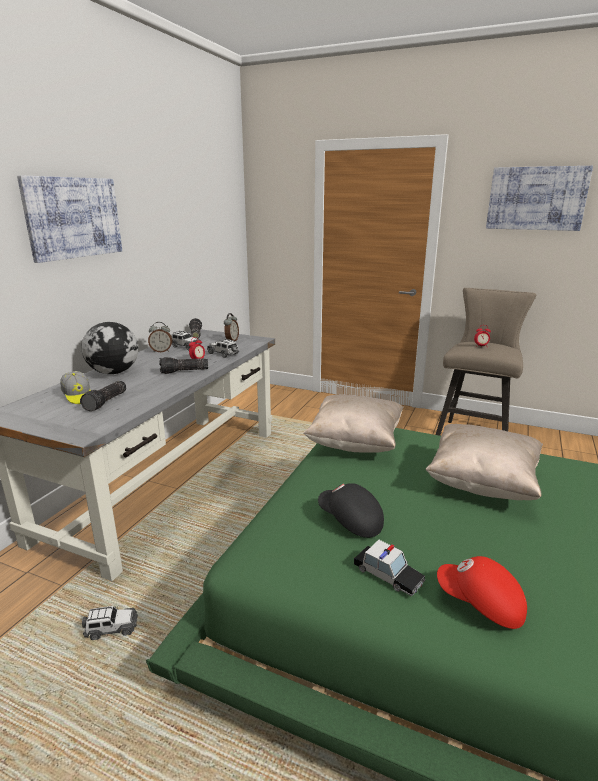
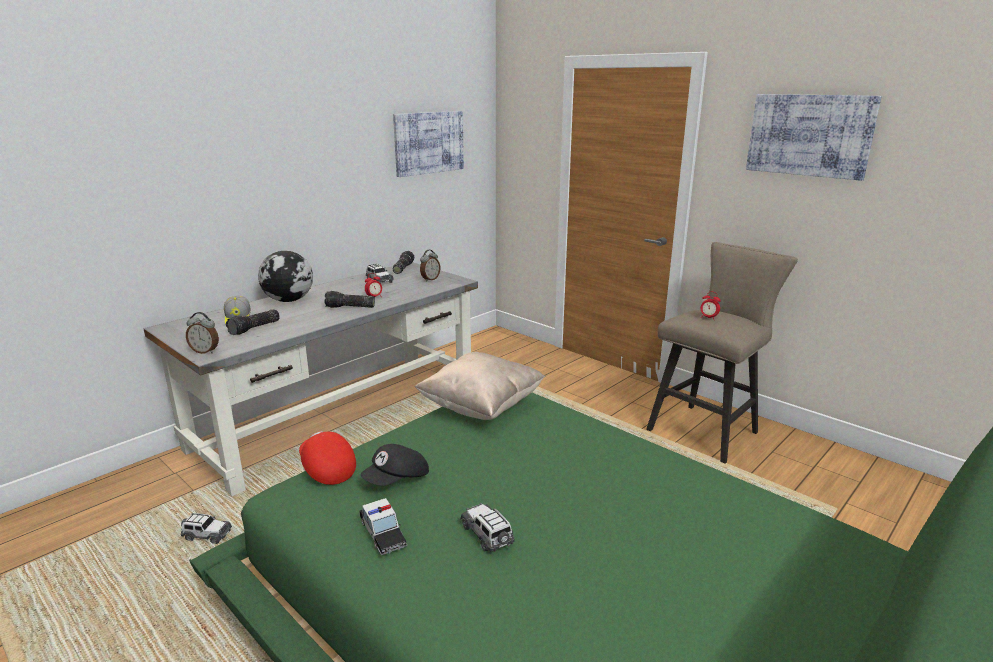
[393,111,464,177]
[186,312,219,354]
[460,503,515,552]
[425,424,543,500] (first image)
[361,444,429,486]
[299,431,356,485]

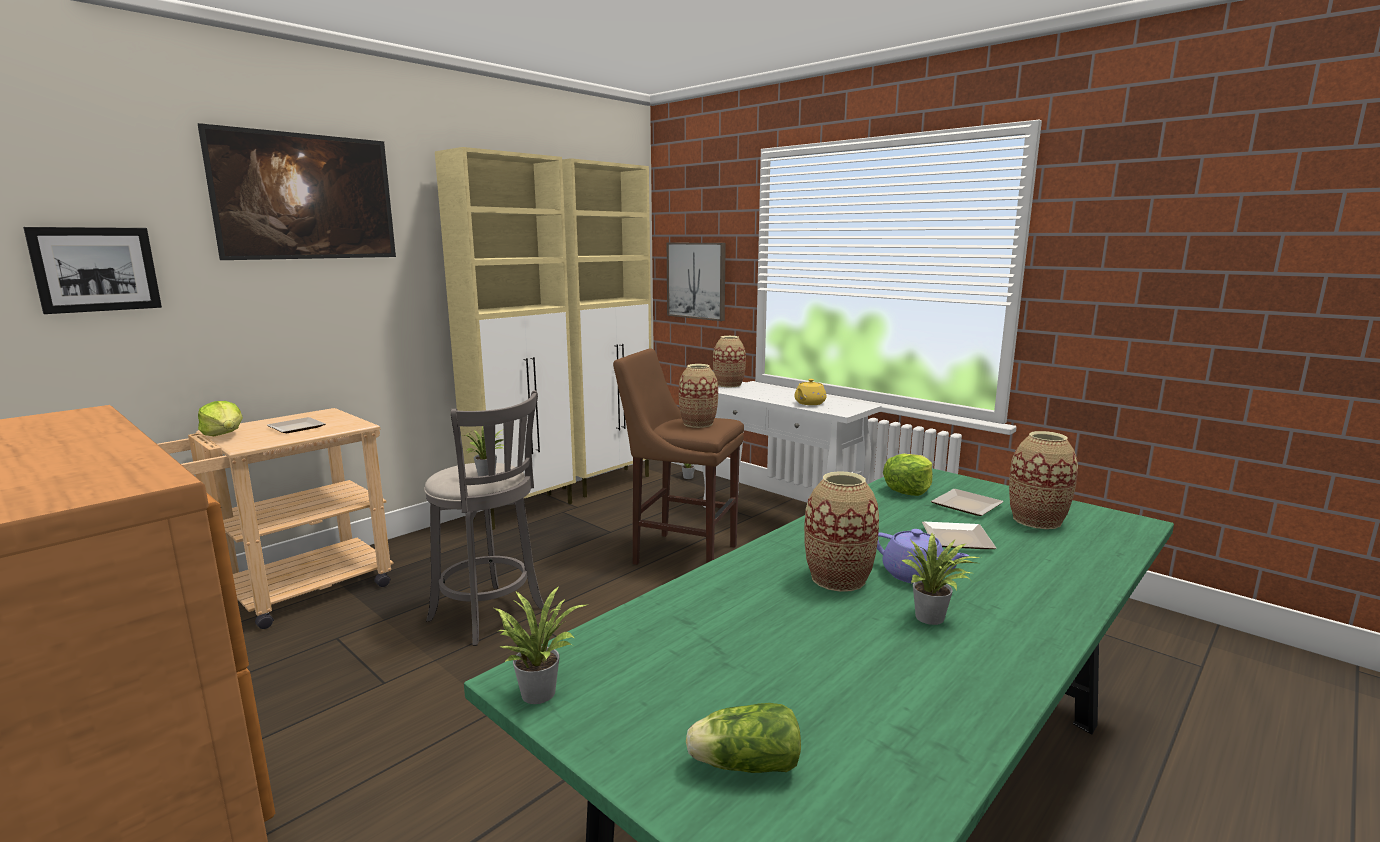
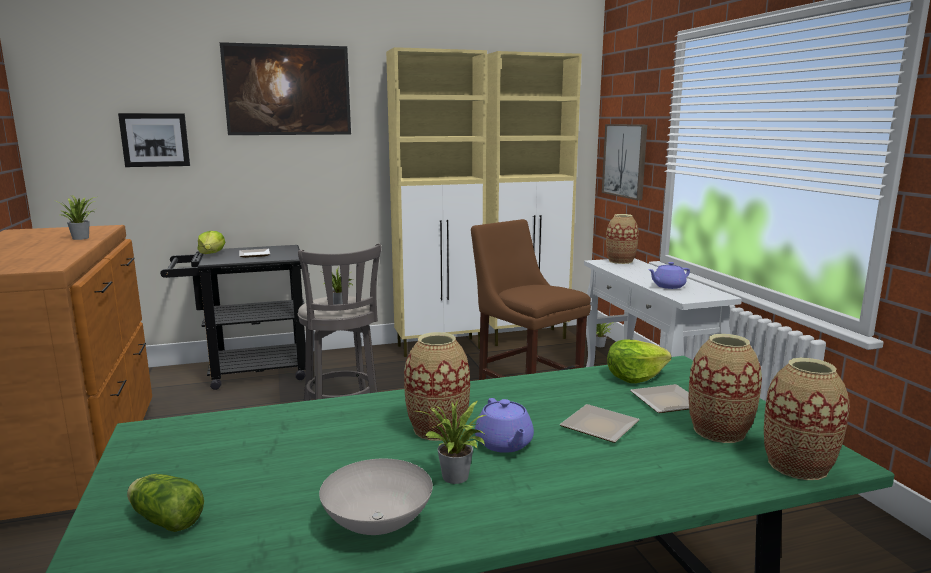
[764,358,850,480]
[648,262,690,289]
[160,245,306,390]
[53,195,95,240]
[319,459,433,535]

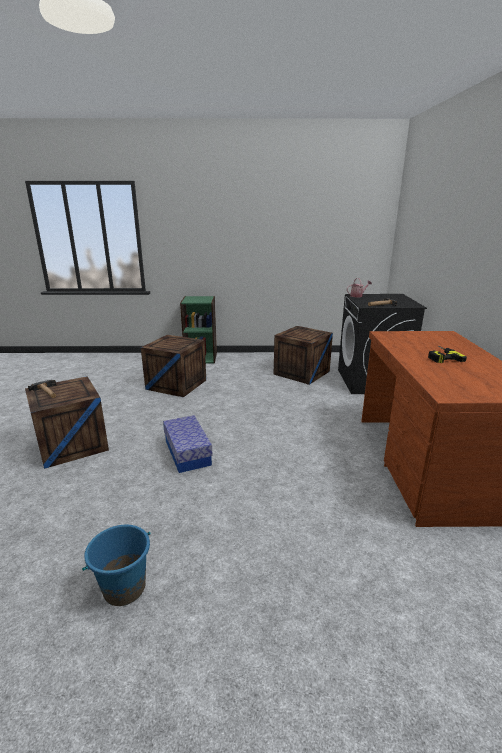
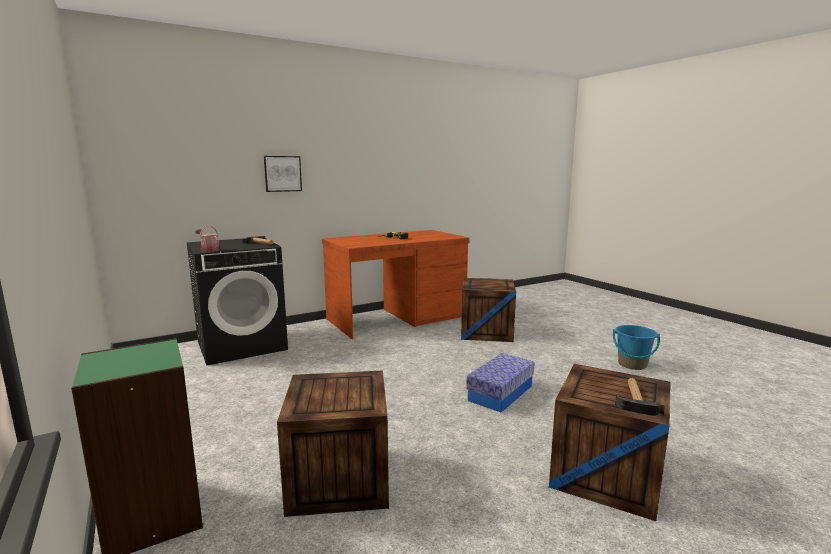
[461,278,516,342]
[264,156,302,192]

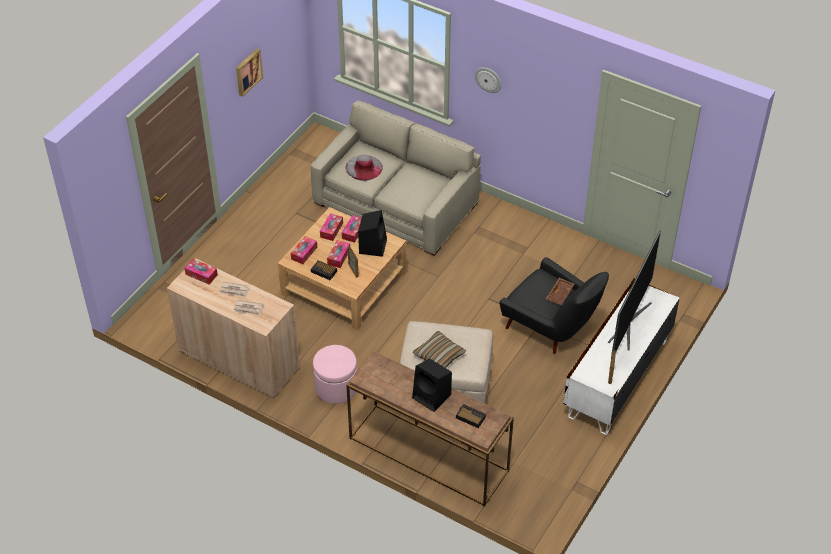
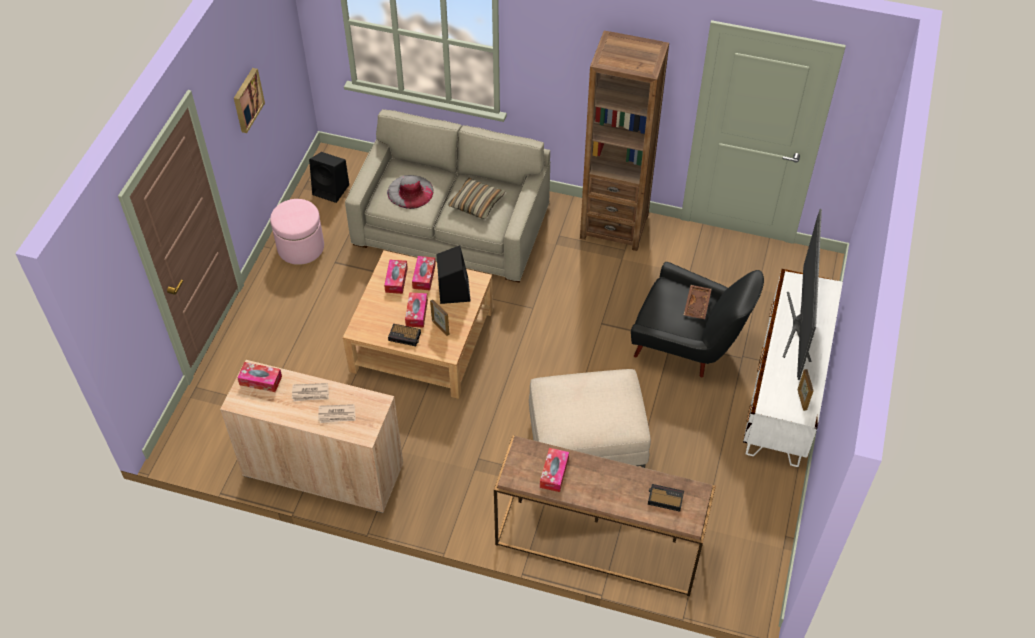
[475,67,502,93] (first image)
[540,448,569,492]
[448,178,505,219]
[270,199,324,265]
[309,152,349,203]
[580,31,669,251]

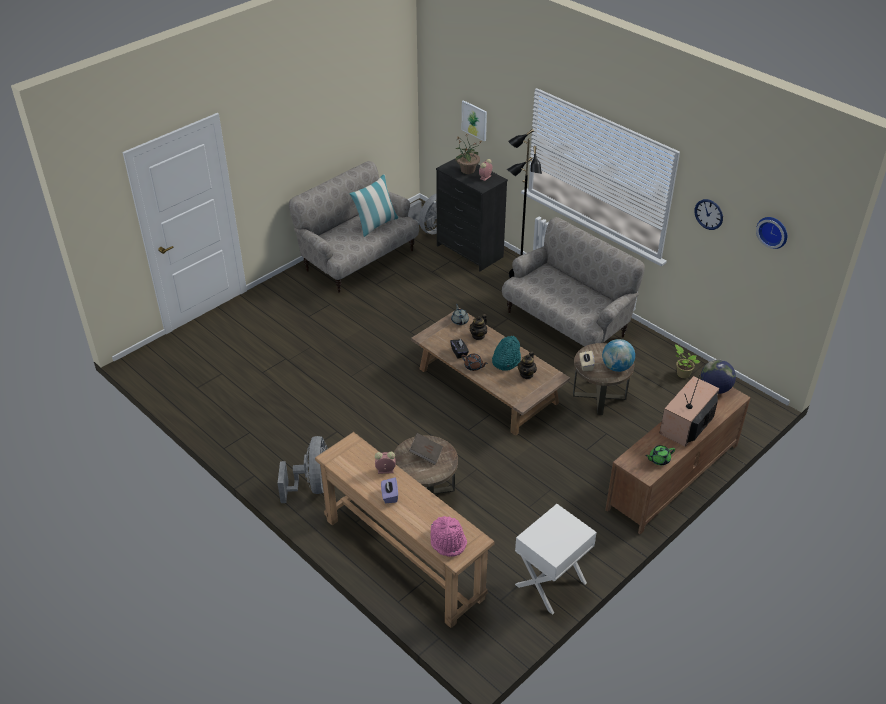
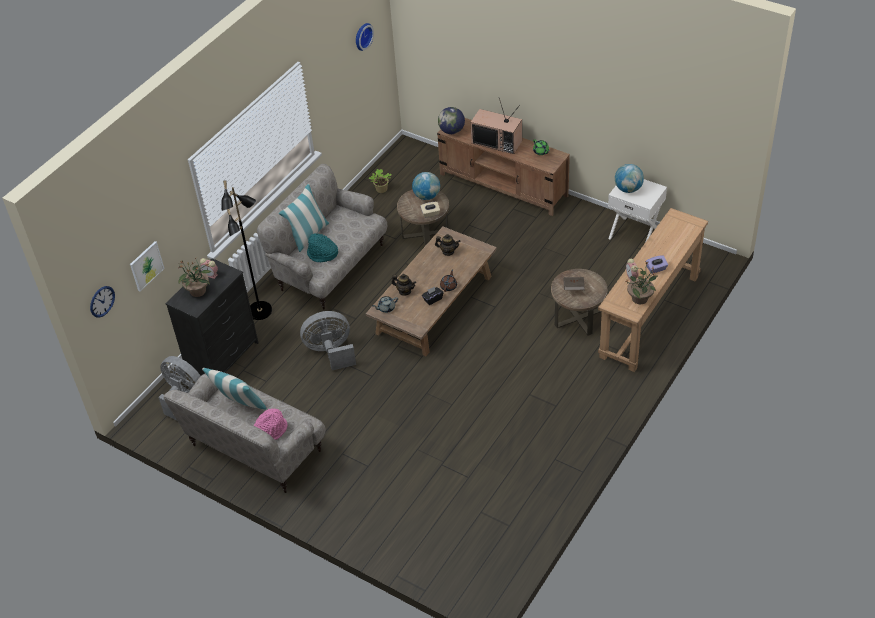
[90,286,115,318]
[307,233,338,262]
[300,311,356,370]
[253,408,288,440]
[615,164,644,193]
[279,183,329,252]
[626,262,658,304]

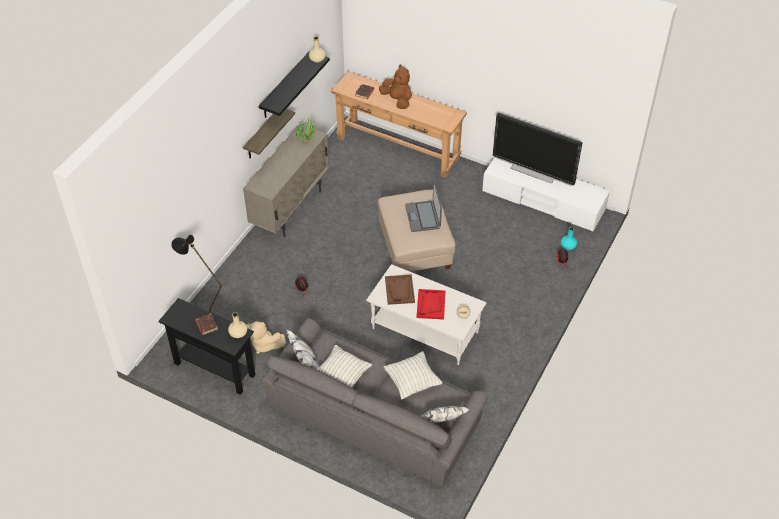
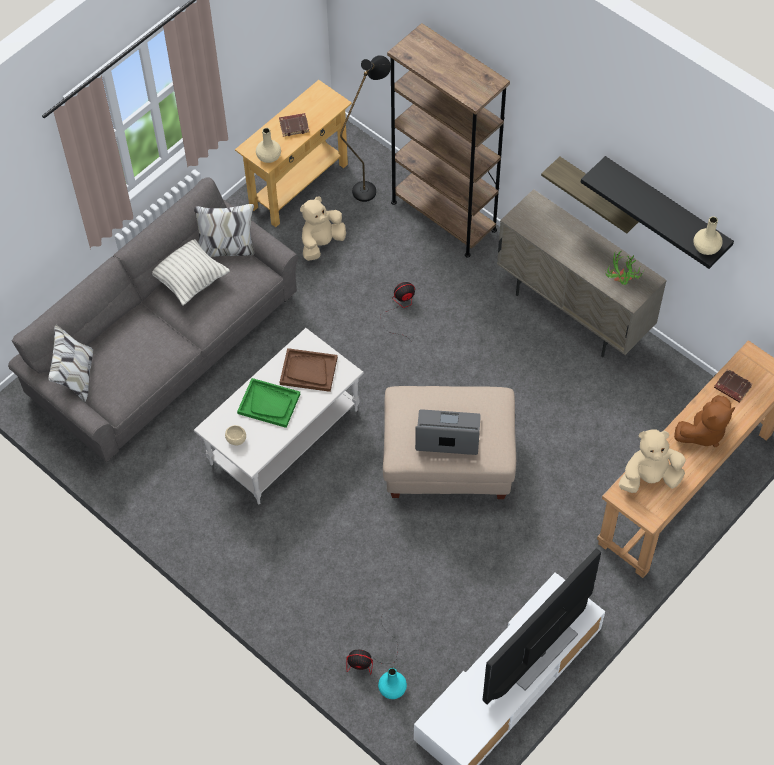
[237,378,300,428]
[235,80,352,227]
[384,351,442,399] (first image)
[387,23,510,258]
[619,429,686,493]

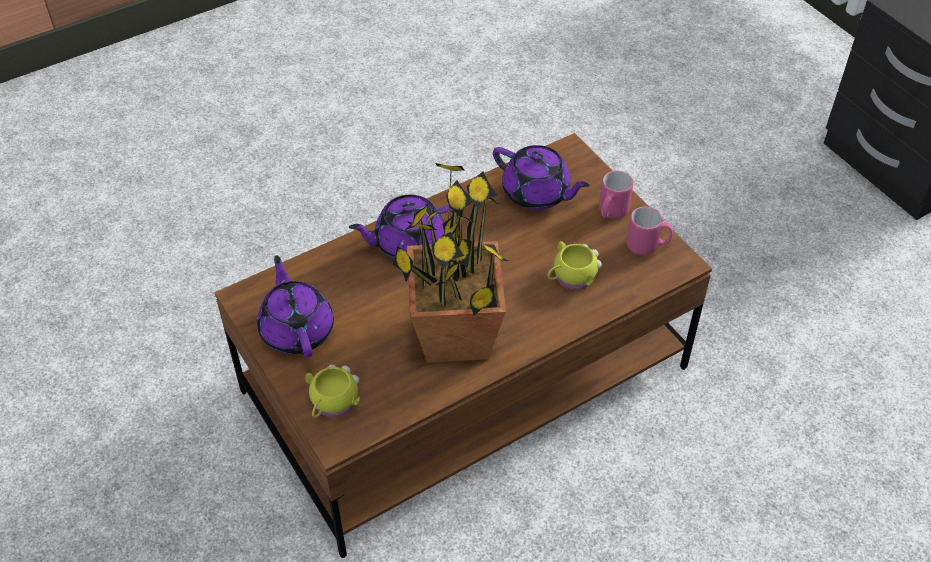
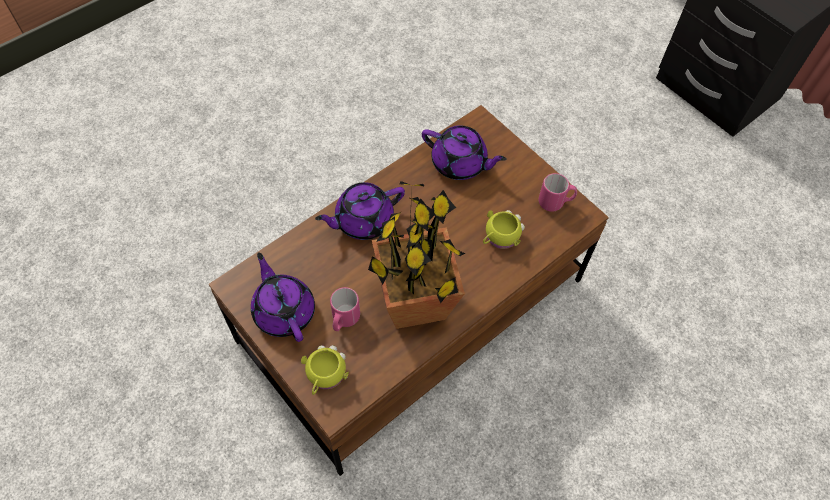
[330,287,360,331]

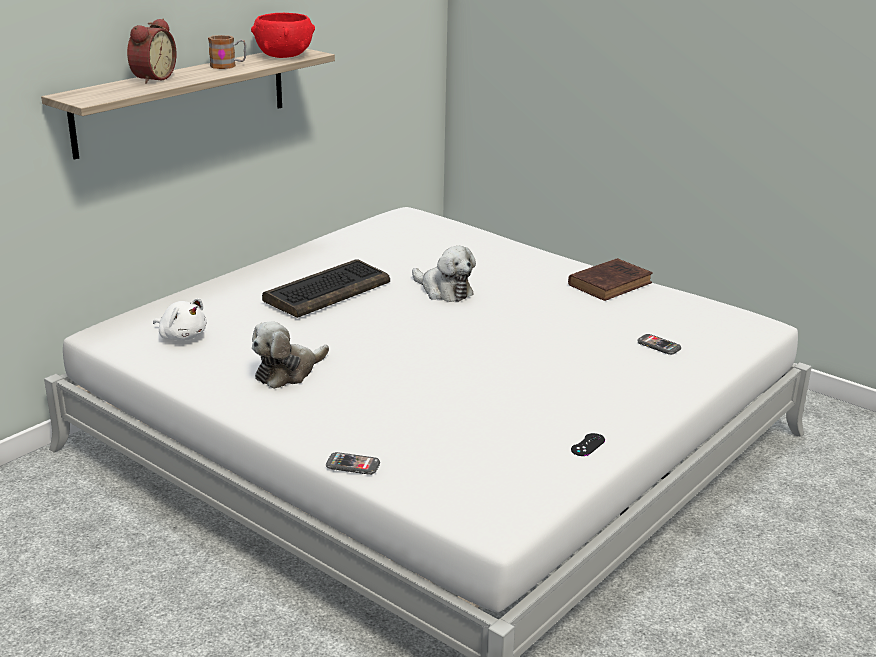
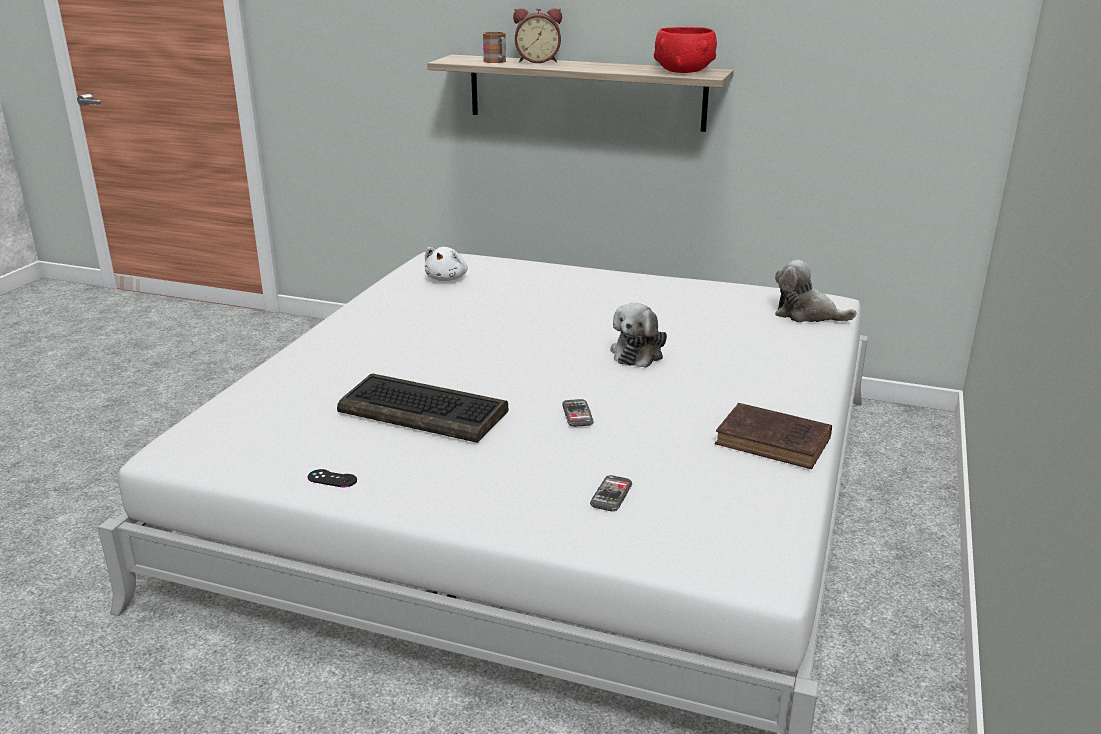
[483,32,506,63]
[337,374,508,443]
[775,260,857,322]
[562,399,594,427]

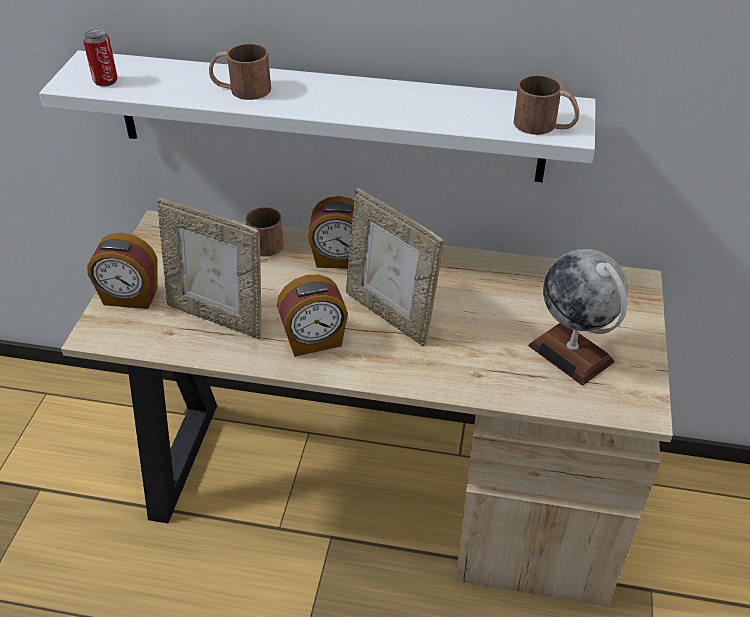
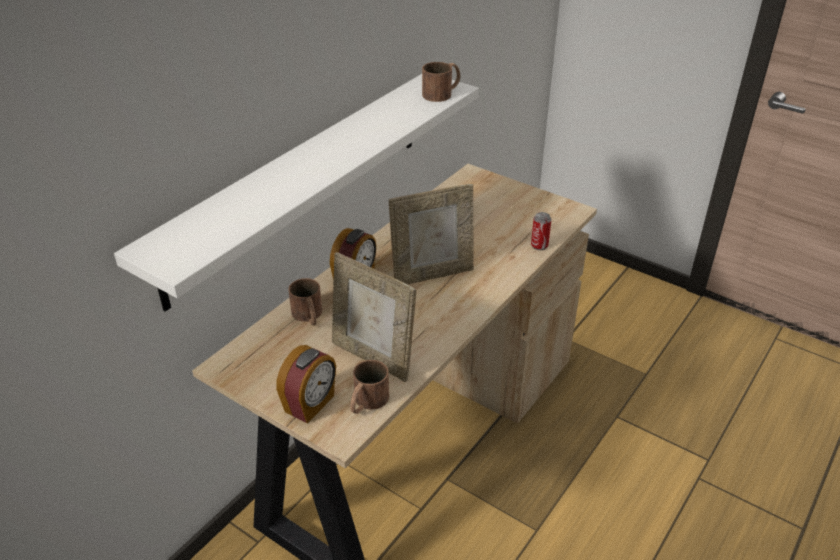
[531,212,551,250]
[350,360,389,414]
[332,252,416,382]
[528,249,627,385] (first image)
[277,274,348,357] (first image)

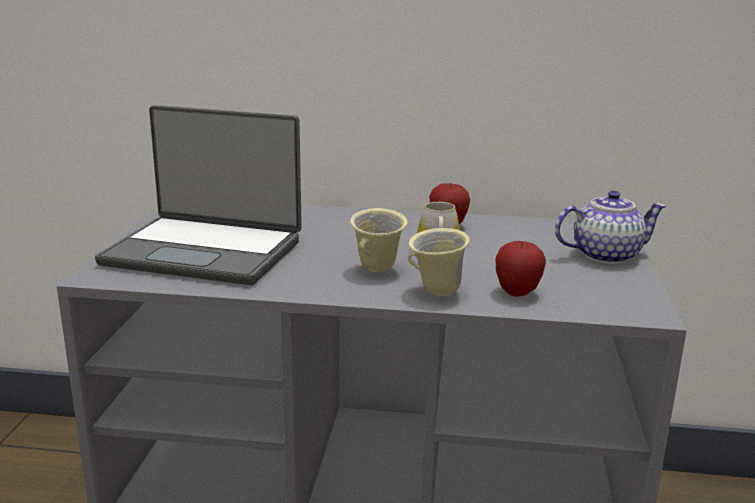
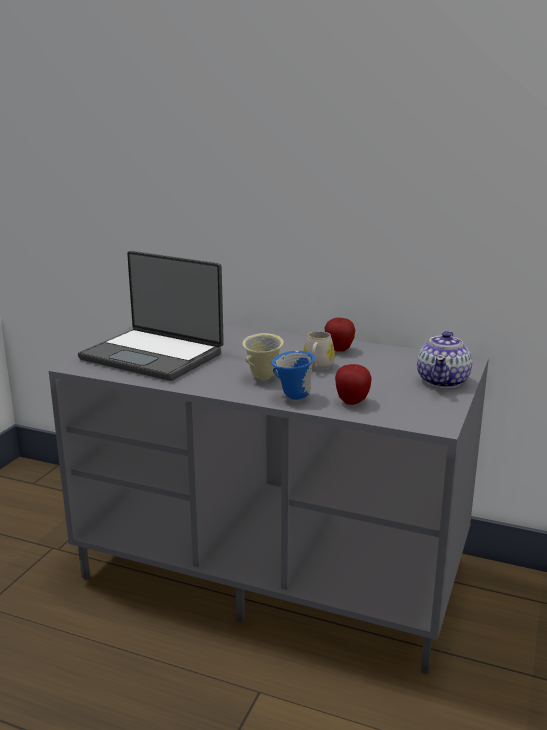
[417,331,472,388]
[272,351,315,400]

